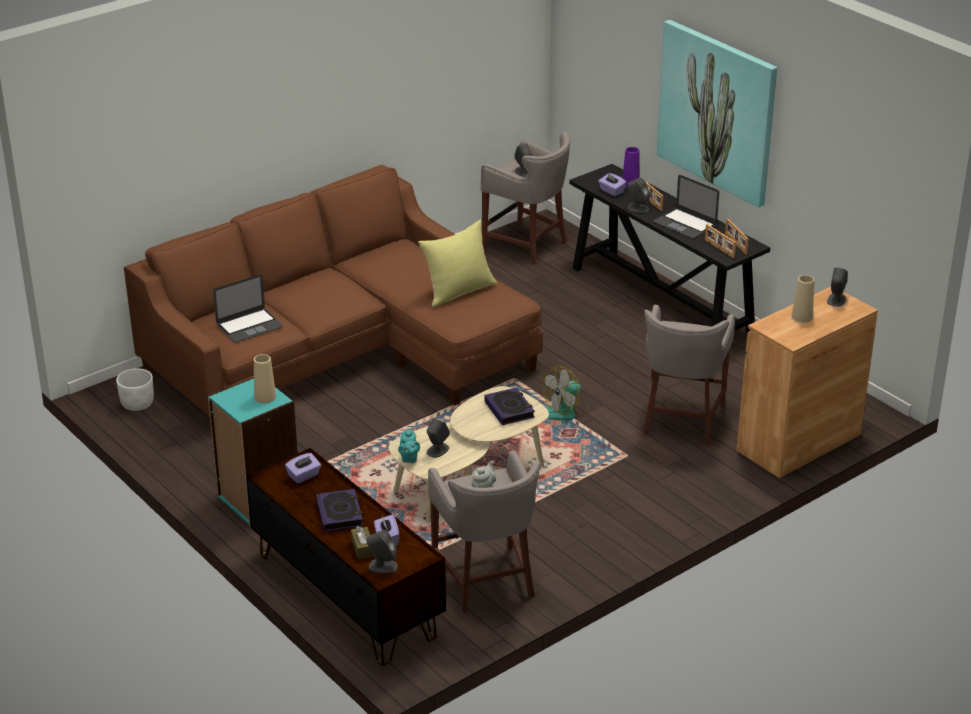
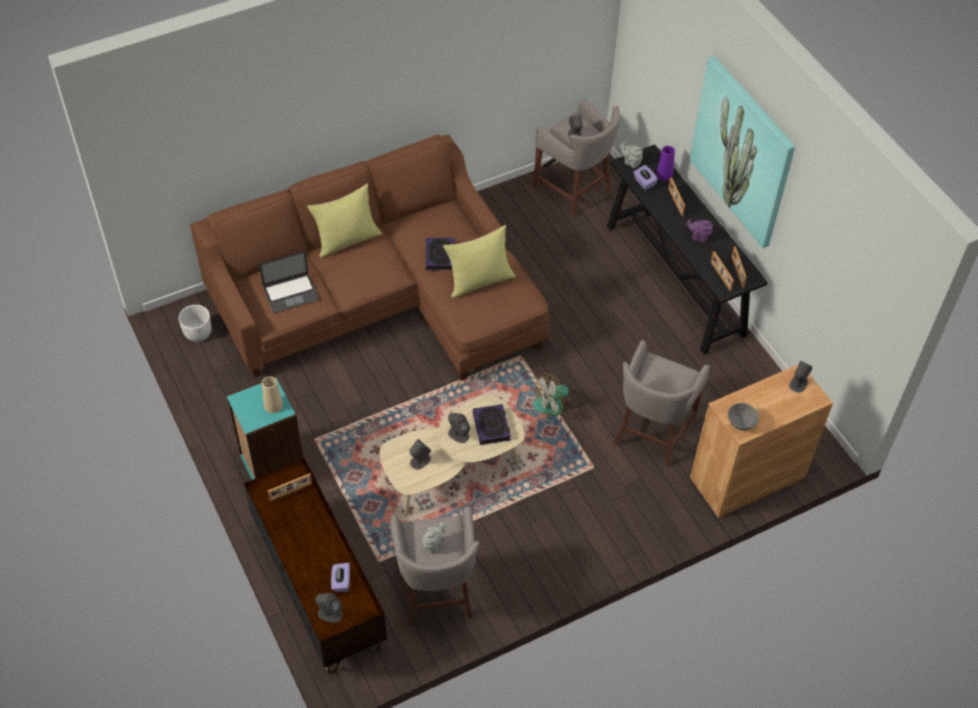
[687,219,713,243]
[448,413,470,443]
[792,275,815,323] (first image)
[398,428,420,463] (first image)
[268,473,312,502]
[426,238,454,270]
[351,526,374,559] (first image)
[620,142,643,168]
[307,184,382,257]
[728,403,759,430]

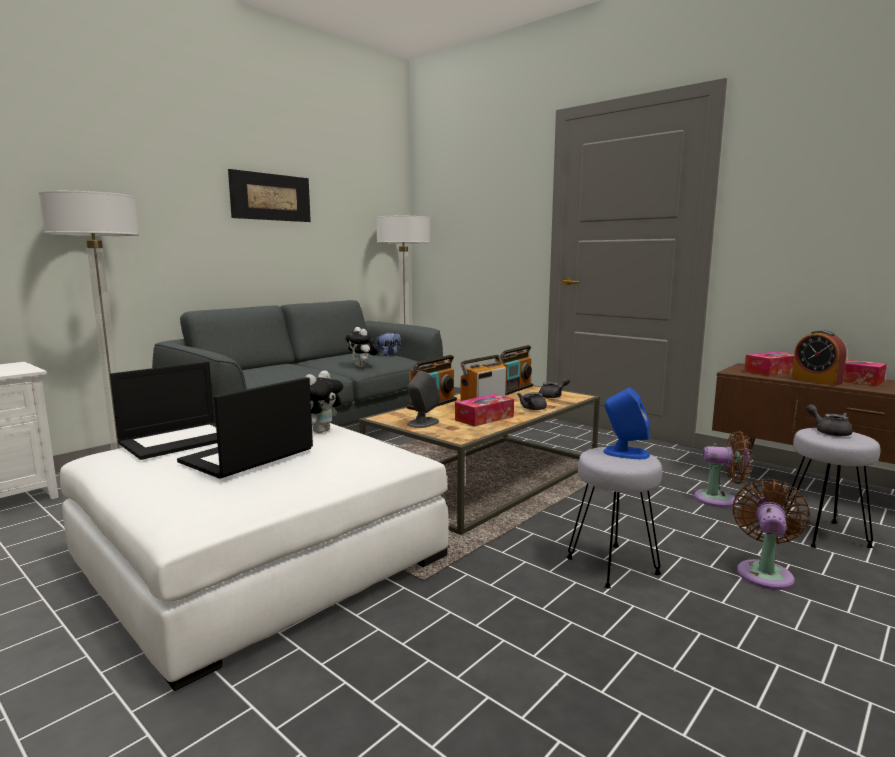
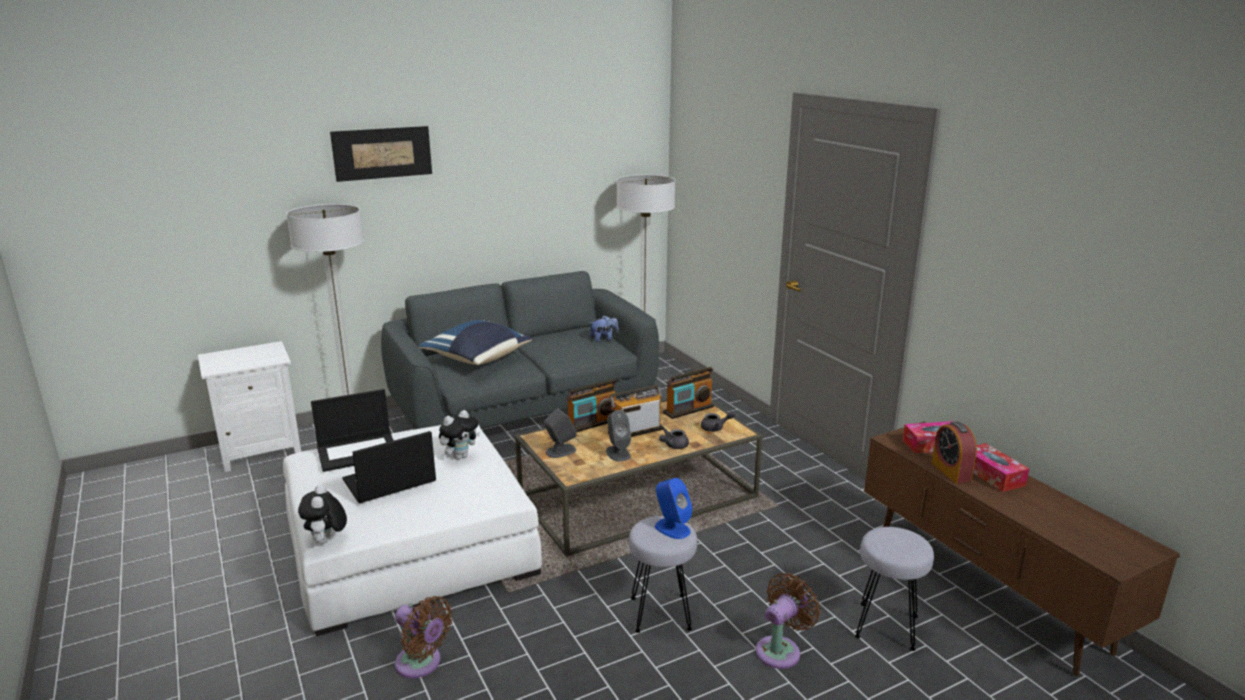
[330,126,432,182]
[298,484,347,544]
[606,410,631,461]
[806,404,853,437] (first image)
[395,596,453,678]
[419,320,532,365]

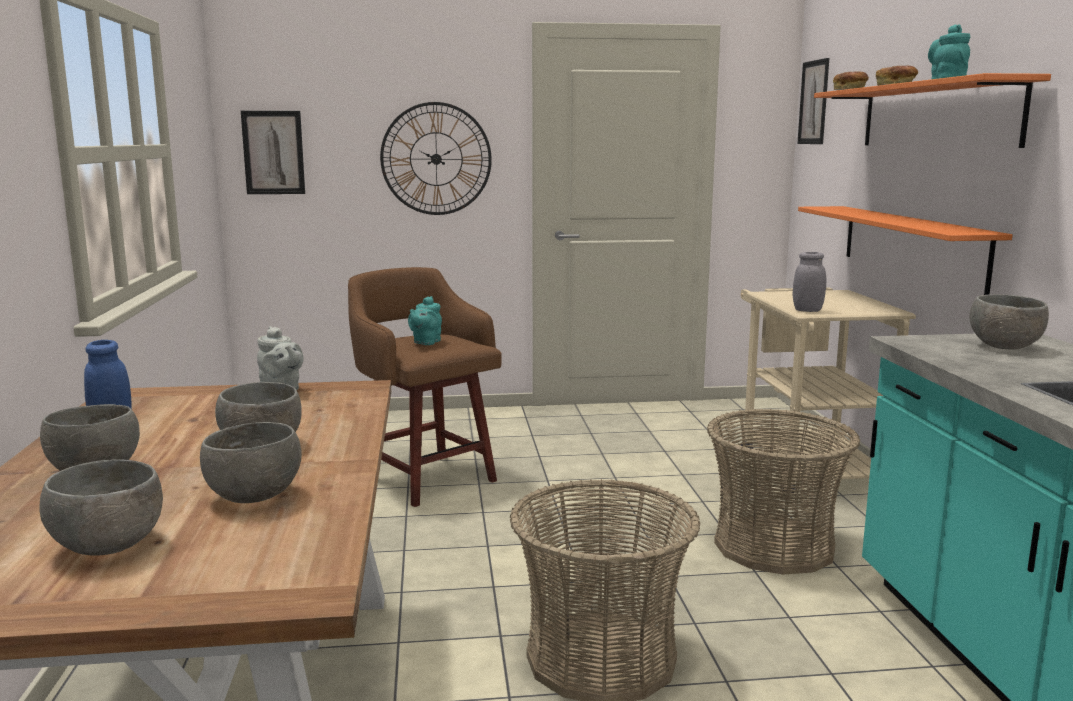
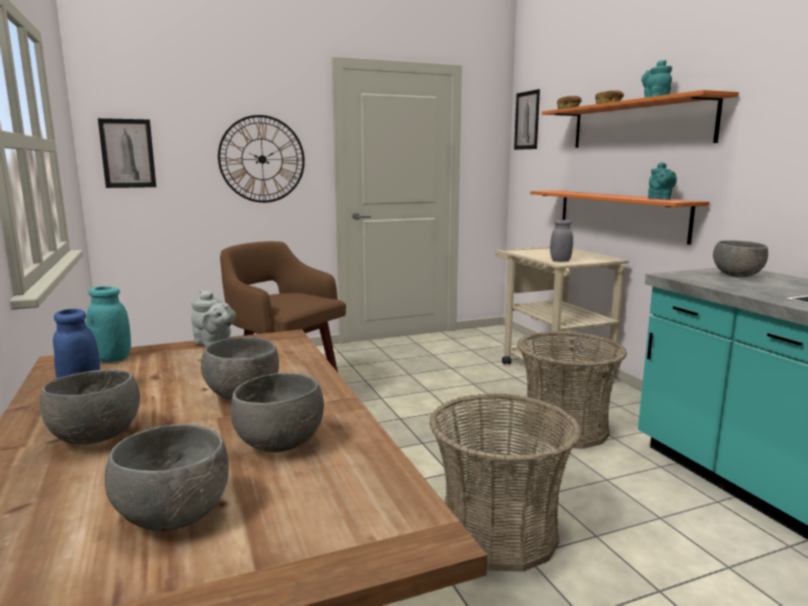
[648,162,677,200]
[86,286,131,362]

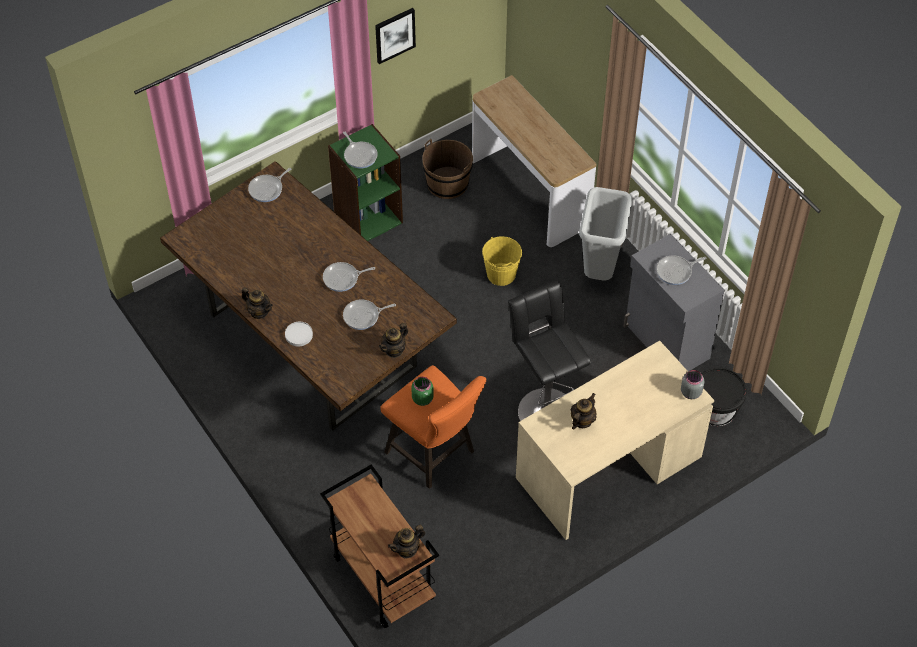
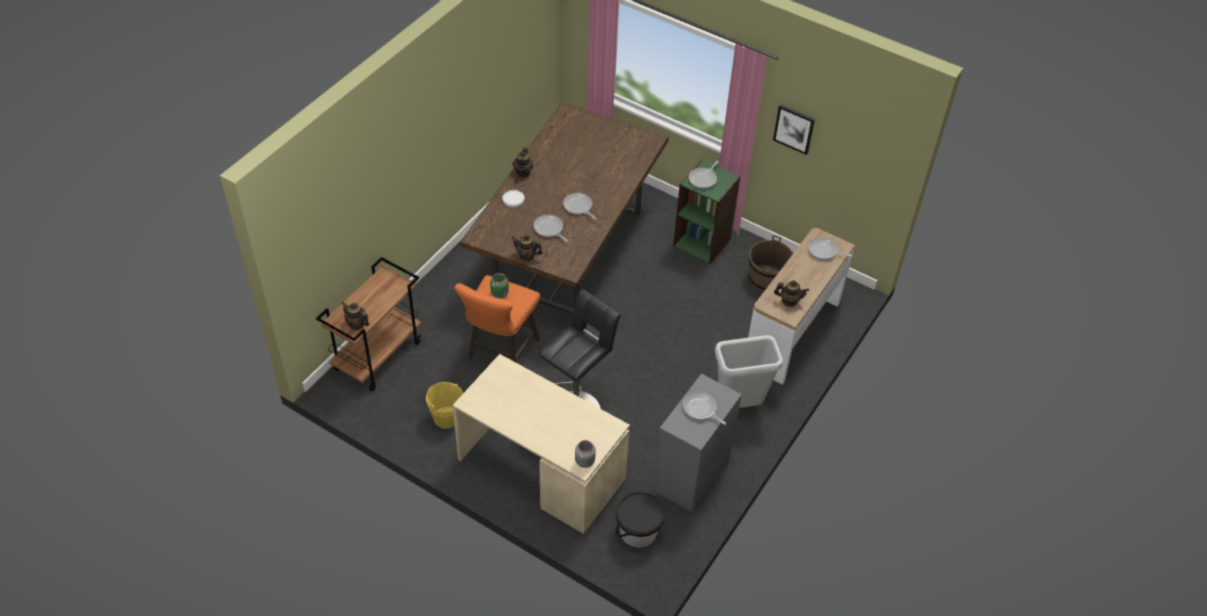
[808,237,852,260]
[426,382,463,429]
[774,280,809,307]

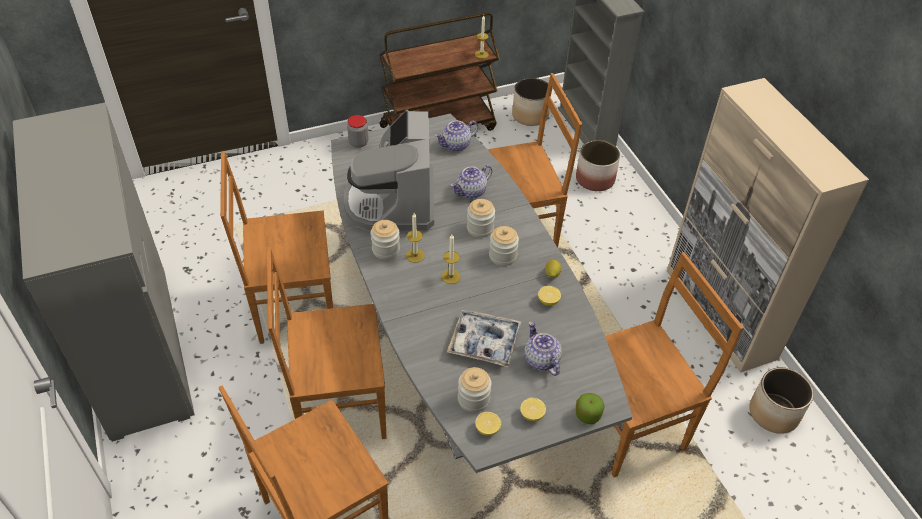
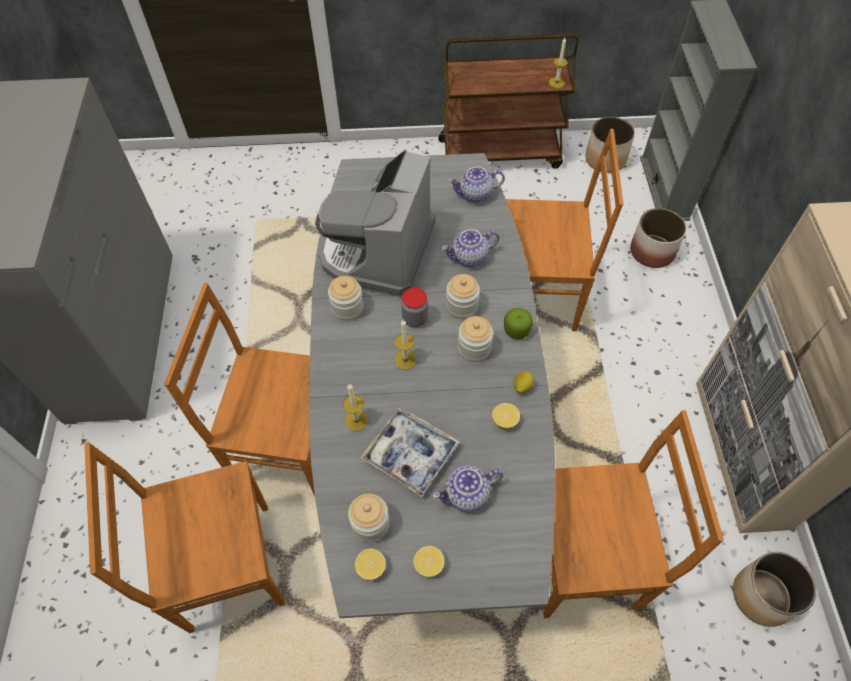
[401,288,428,327]
[220,151,333,344] (first image)
[343,384,368,431]
[432,465,503,512]
[504,308,533,339]

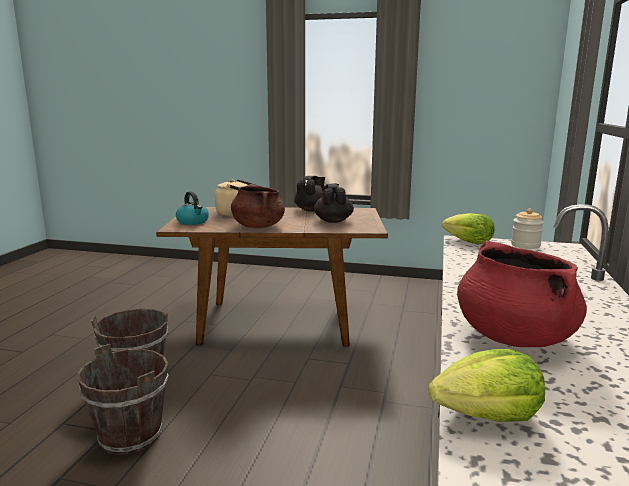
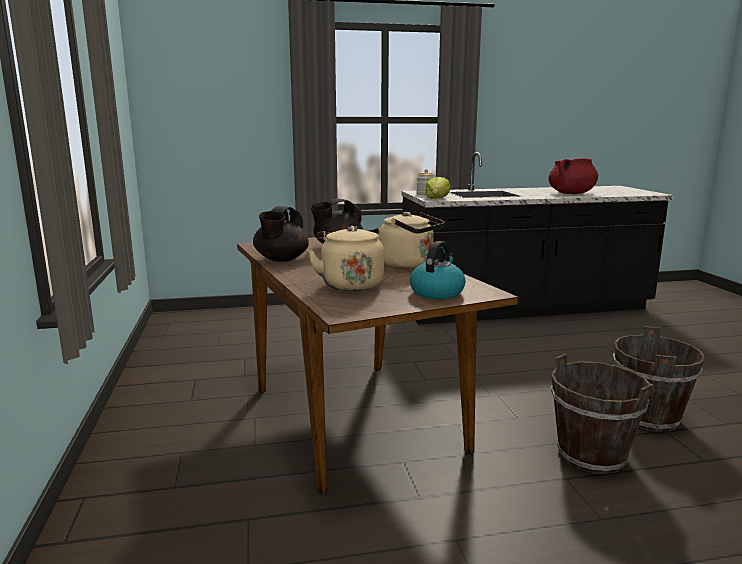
[253,206,309,262]
[379,212,445,268]
[429,349,545,422] (first image)

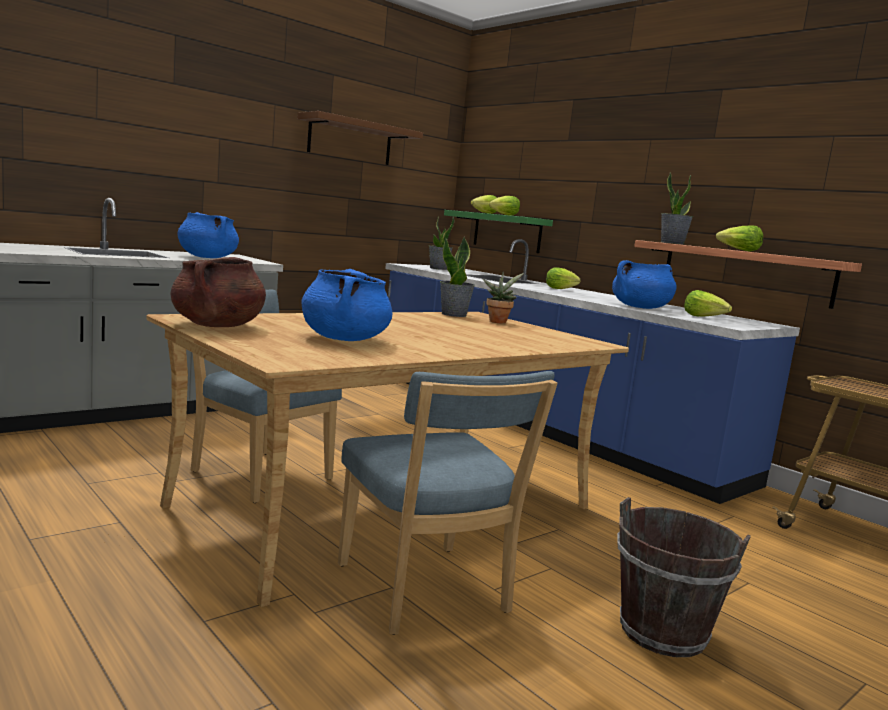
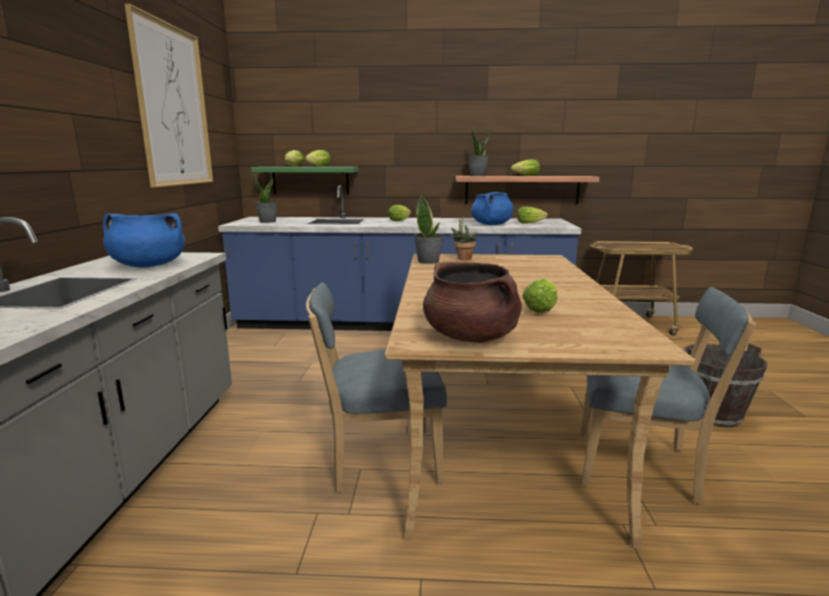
[125,4,213,188]
[522,278,558,313]

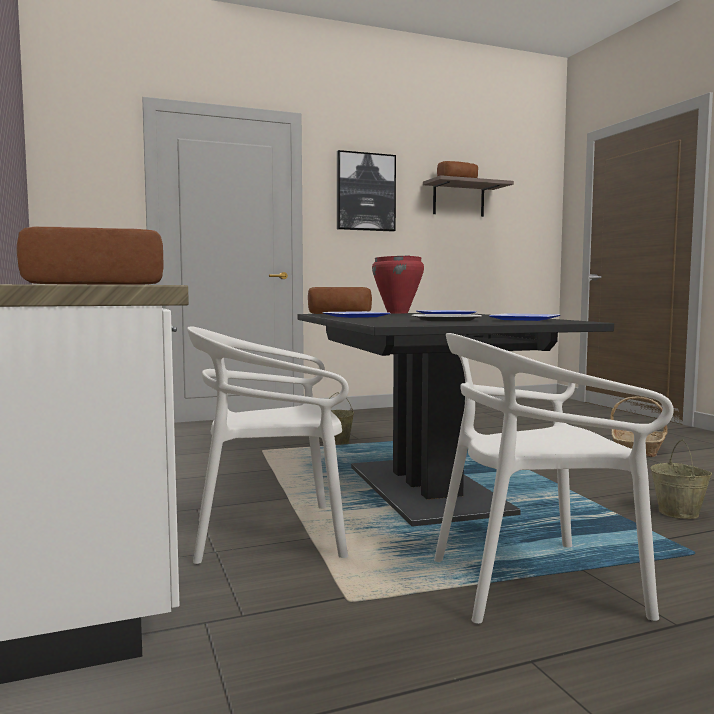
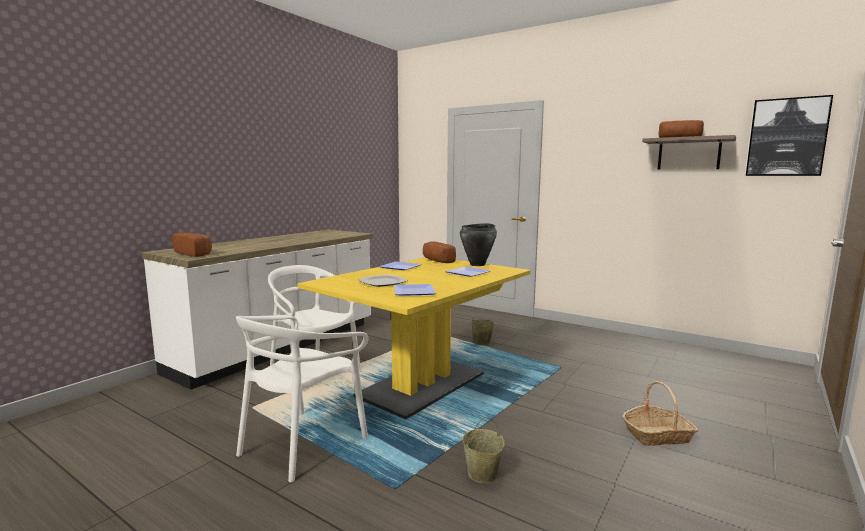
[746,95,833,176]
[460,223,497,266]
[297,258,531,419]
[236,315,368,482]

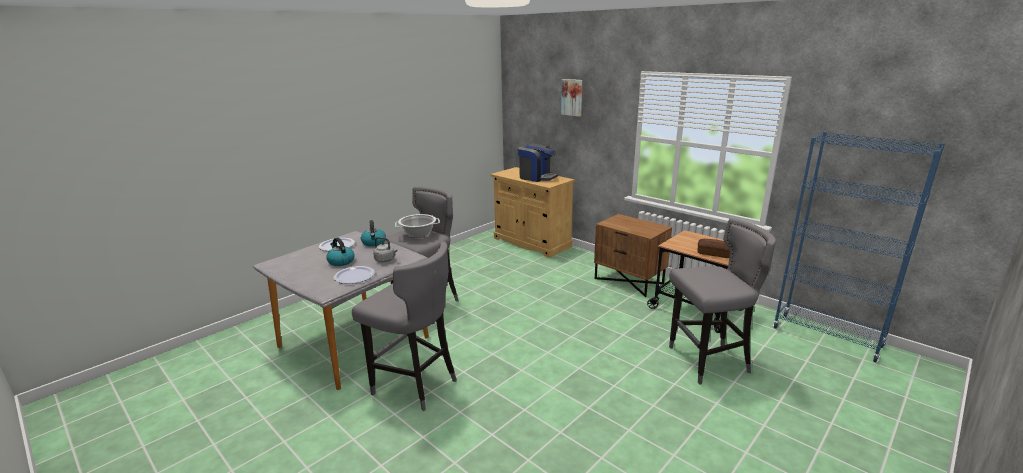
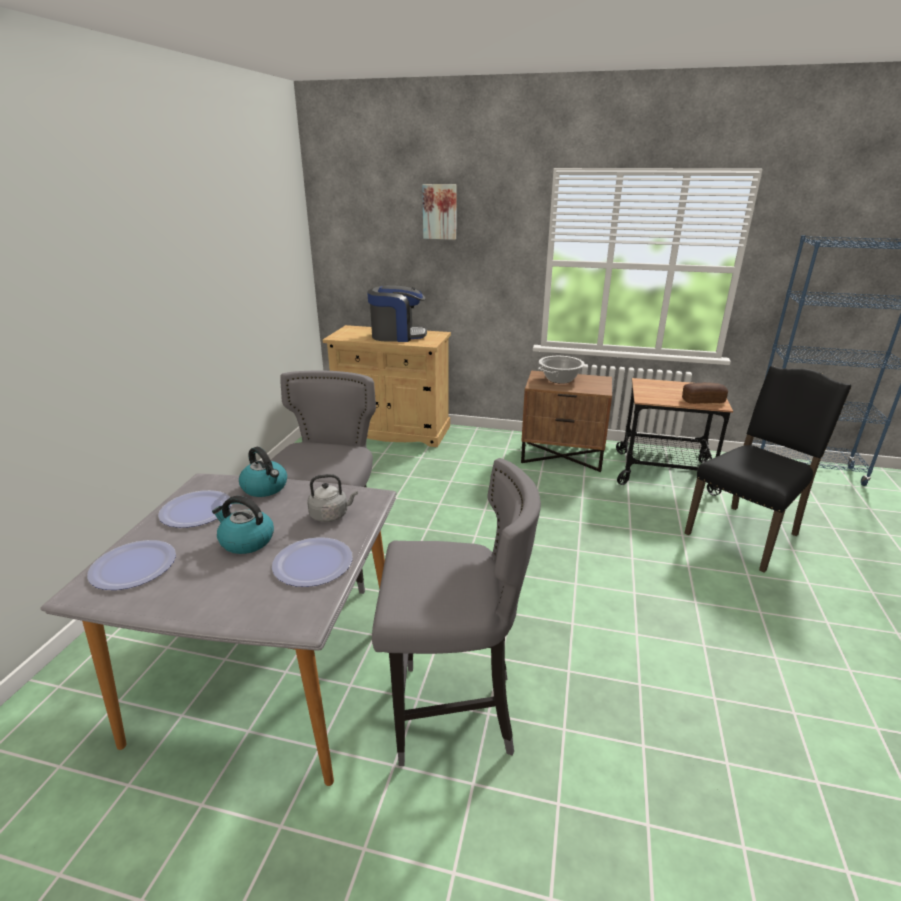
[538,356,585,384]
[684,366,851,573]
[87,540,176,590]

